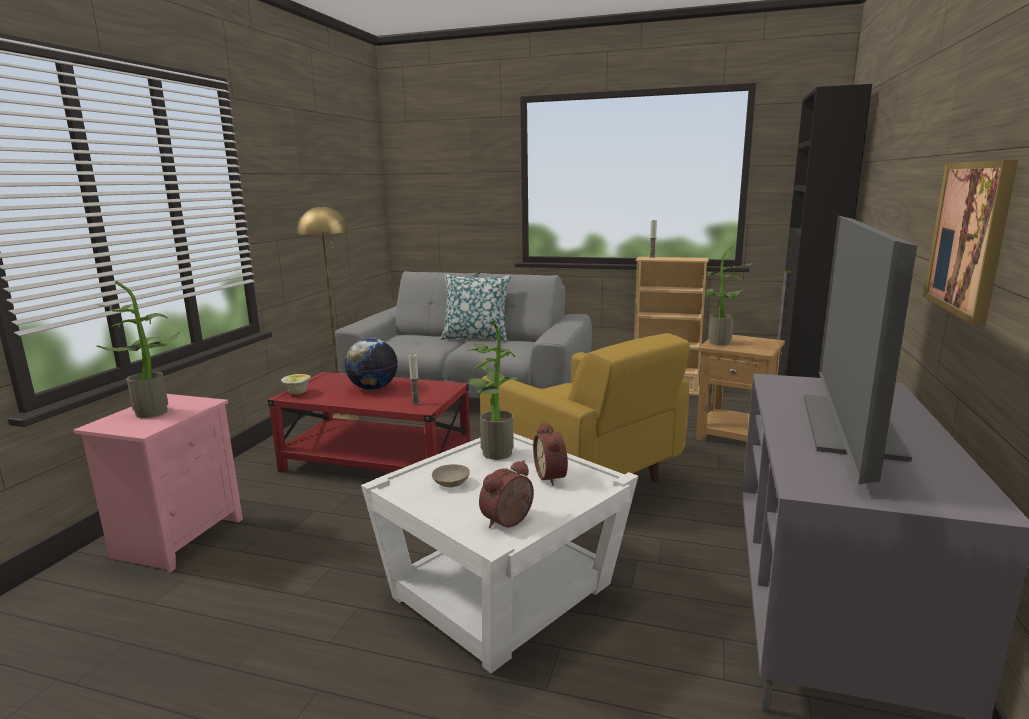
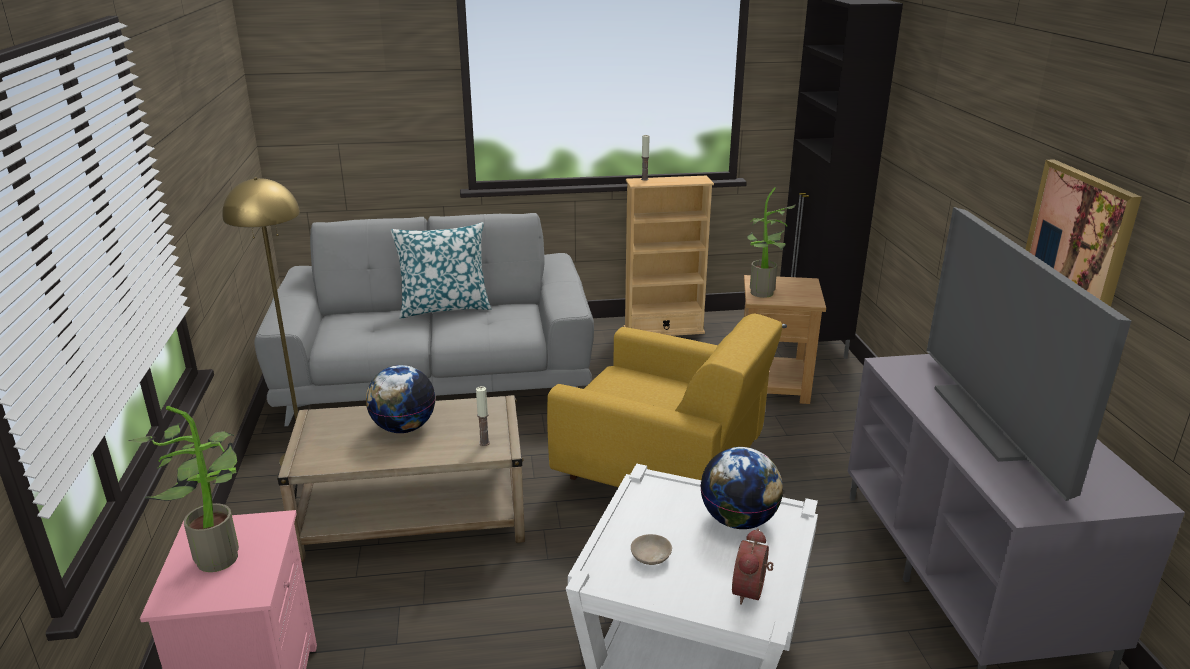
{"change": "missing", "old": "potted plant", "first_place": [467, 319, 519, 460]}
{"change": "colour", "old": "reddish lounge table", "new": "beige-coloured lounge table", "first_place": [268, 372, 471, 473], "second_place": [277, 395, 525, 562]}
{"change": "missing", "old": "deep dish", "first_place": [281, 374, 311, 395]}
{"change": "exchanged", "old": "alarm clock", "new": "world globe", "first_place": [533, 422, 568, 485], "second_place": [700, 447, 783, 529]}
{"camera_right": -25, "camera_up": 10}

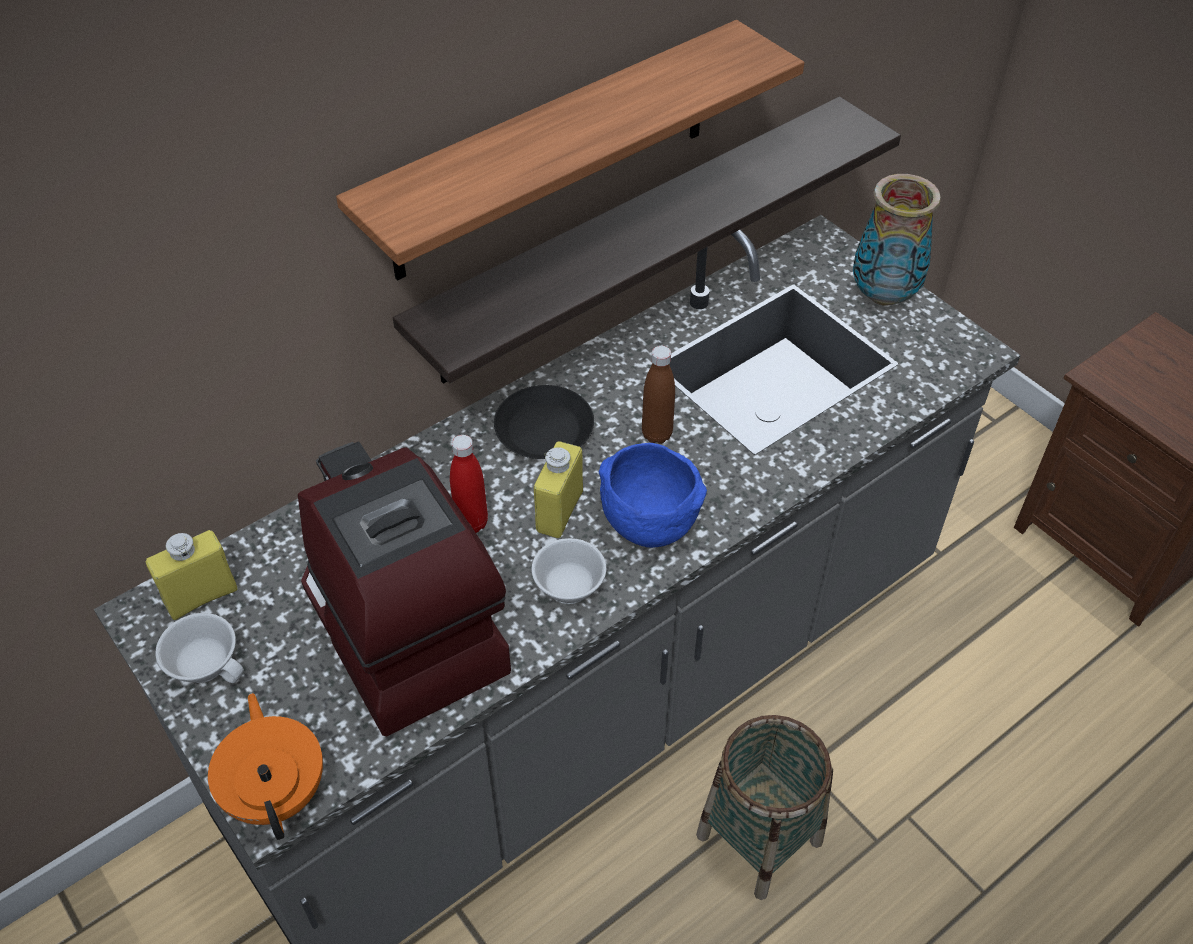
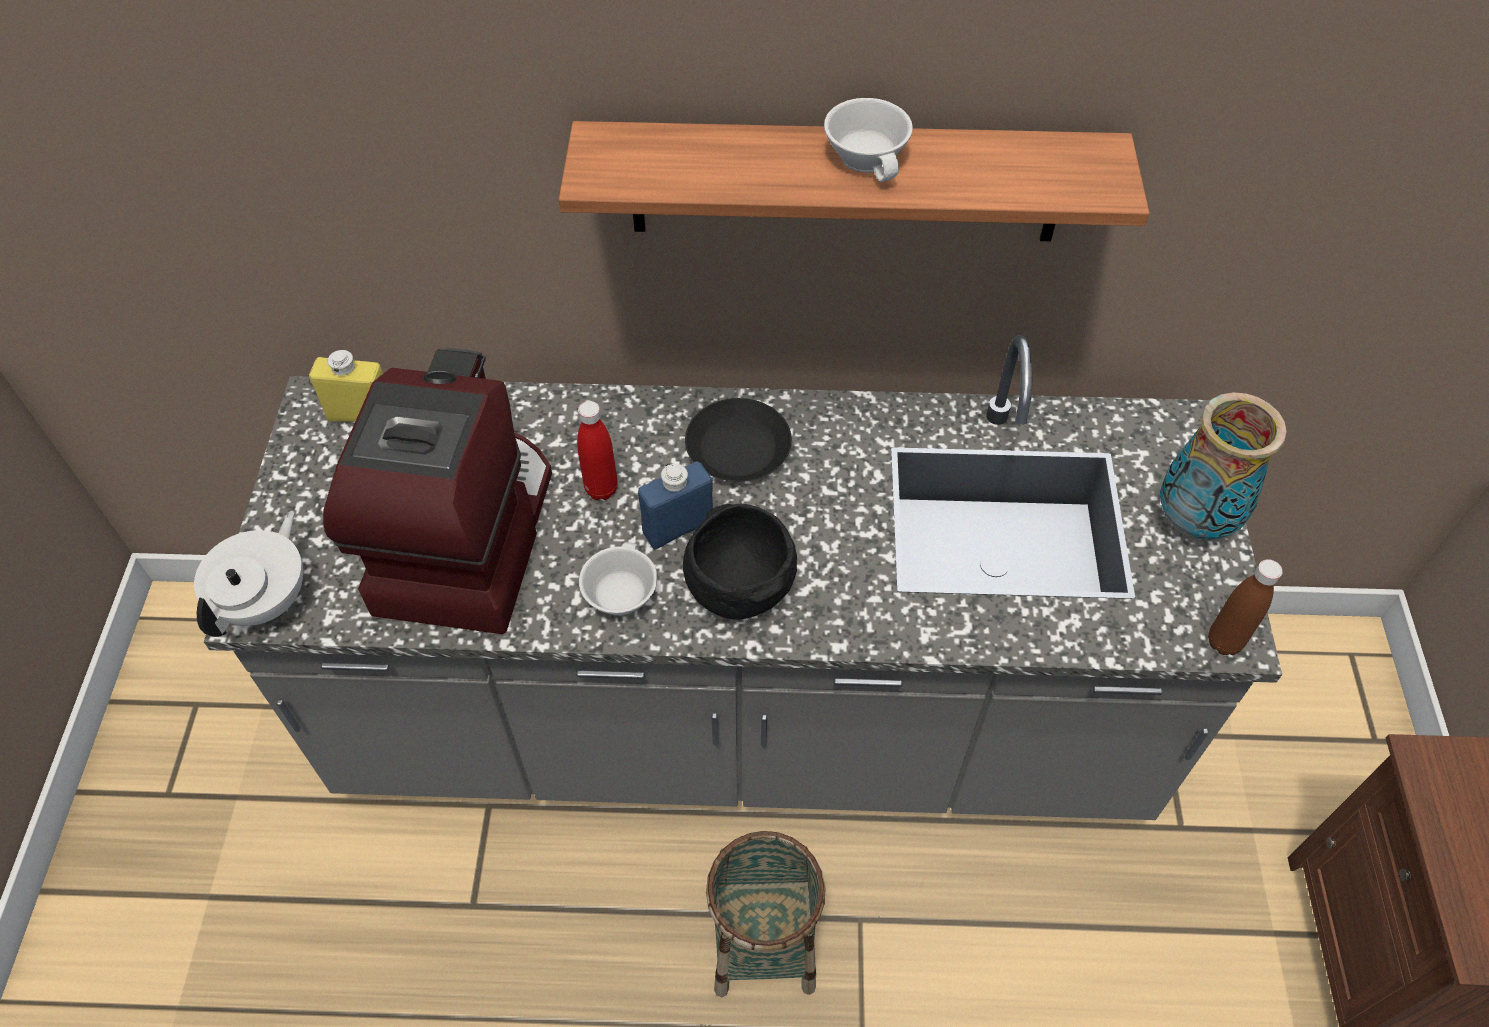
{"change": "missing", "old": "shelf", "first_place": [393, 96, 901, 384]}
{"change": "relocated", "old": "brownish drink bottle", "first_place": [642, 346, 675, 444], "second_place": [1208, 559, 1283, 655]}
{"change": "colour", "old": "yellowish drink bottle", "new": "blue drink bottle", "first_place": [534, 441, 583, 538], "second_place": [638, 461, 713, 550]}
{"change": "colour", "old": "blue deep dish", "new": "blackish deep dish", "first_place": [599, 443, 707, 548], "second_place": [683, 504, 797, 620]}
{"change": "relocated", "old": "white-coloured drinking cup", "first_place": [155, 613, 244, 683], "second_place": [824, 98, 913, 182]}
{"change": "colour", "old": "orange teapot", "new": "white-coloured teapot", "first_place": [208, 693, 323, 840], "second_place": [194, 511, 303, 637]}
{"camera_right": 40, "camera_up": 5}

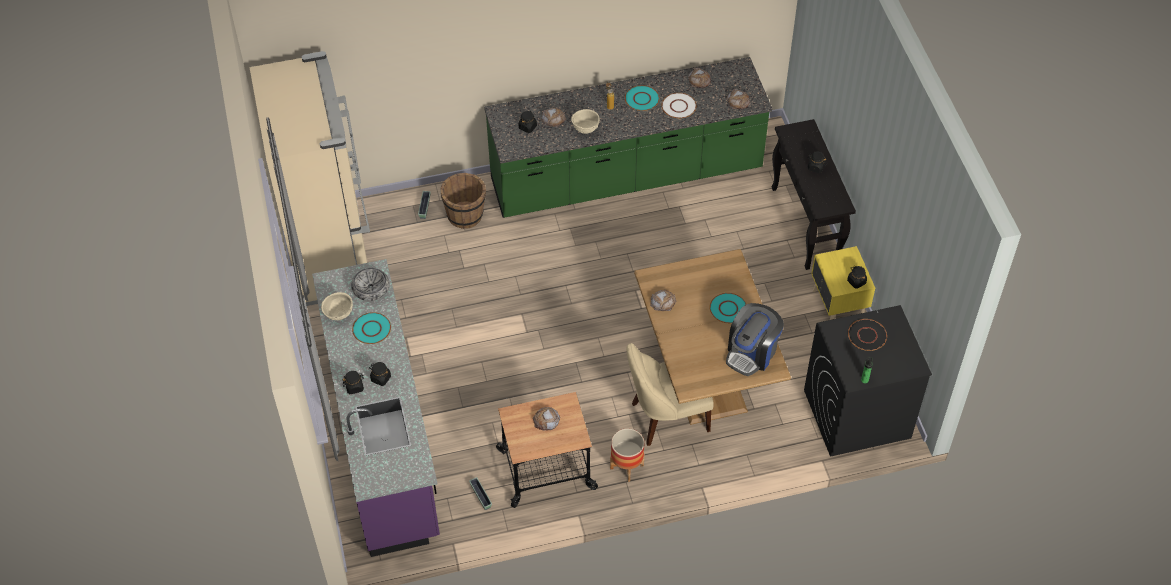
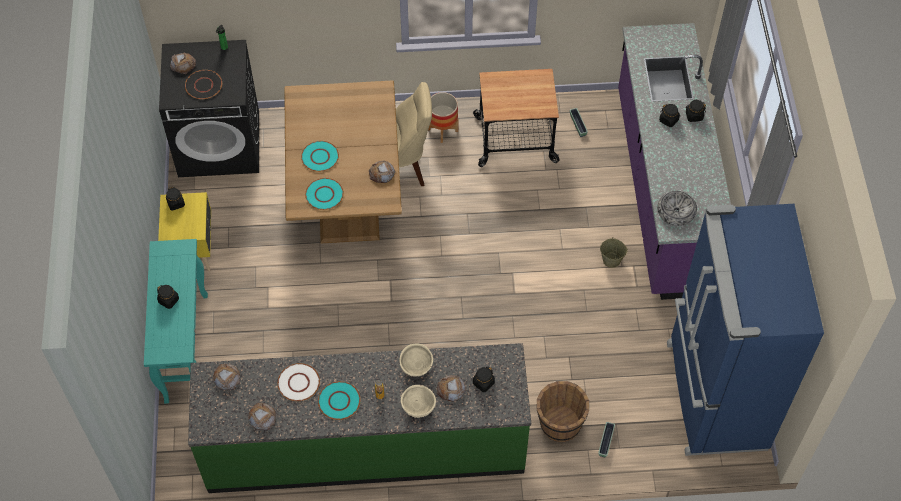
{"change": "colour", "old": "beige-coloured kitchen fridge", "new": "blue kitchen fridge", "first_place": [250, 51, 370, 306], "second_place": [667, 204, 824, 456]}
{"change": "colour", "old": "blackish hall table", "new": "blue-green hall table", "first_place": [772, 119, 856, 270], "second_place": [144, 239, 208, 404]}
{"change": "relocated", "old": "beige-coloured deep dish", "first_place": [321, 292, 353, 320], "second_place": [401, 385, 436, 418]}
{"change": "missing", "old": "coffee brewer", "first_place": [726, 303, 784, 376]}
{"change": "relocated", "old": "blue-green plate", "first_place": [352, 312, 391, 344], "second_place": [305, 178, 344, 210]}
{"change": "relocated", "old": "bread", "first_place": [533, 407, 560, 430], "second_place": [170, 53, 196, 74]}
{"change": "appeared", "new": "beige-coloured bucket", "second_place": [600, 237, 628, 268]}
{"camera_right": -170, "camera_up": 5}

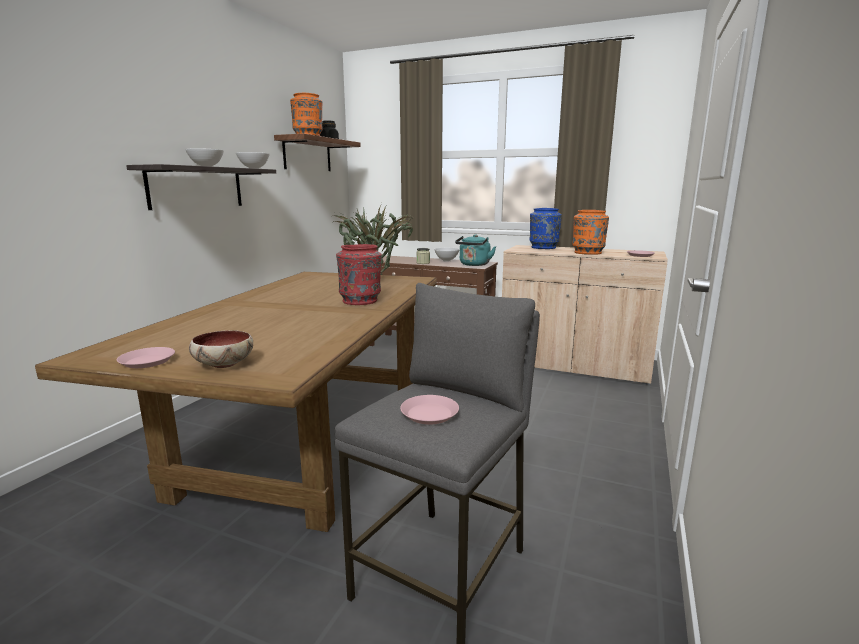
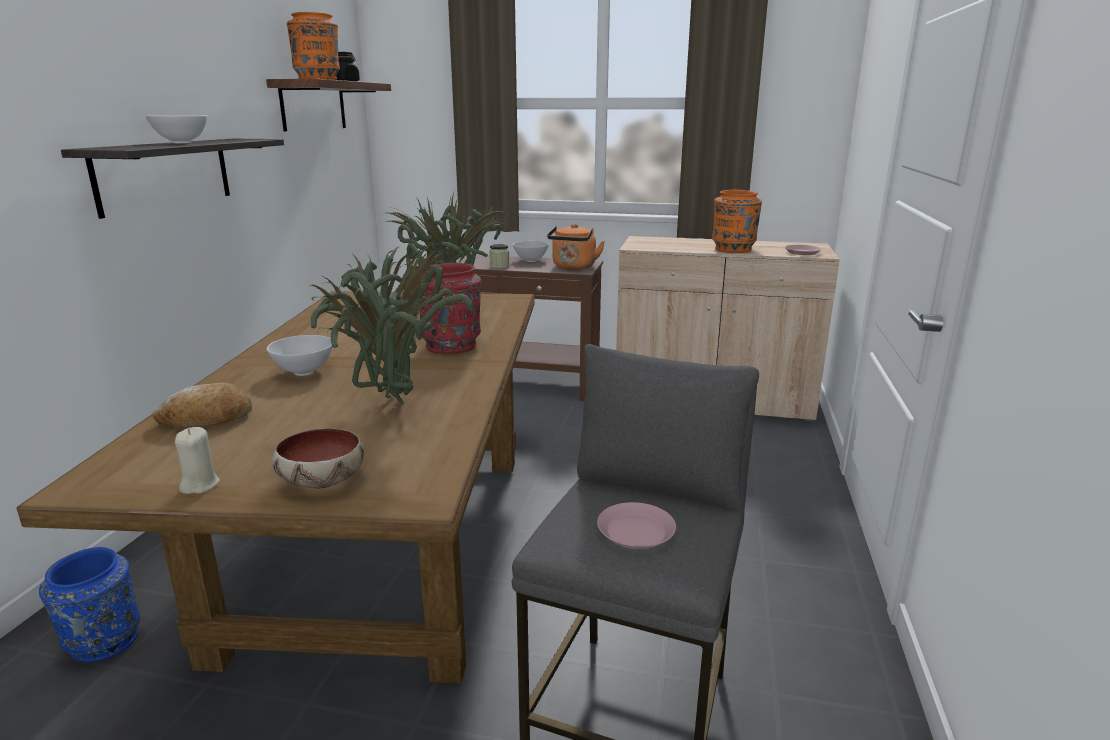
{"change": "relocated", "old": "white-coloured deep dish", "first_place": [236, 152, 270, 169], "second_place": [267, 335, 333, 376]}
{"change": "relocated", "old": "blue decorative vase", "first_place": [529, 208, 562, 249], "second_place": [39, 547, 141, 662]}
{"change": "colour", "old": "blue-green kettle", "new": "orange kettle", "first_place": [455, 234, 496, 266], "second_place": [547, 224, 605, 270]}
{"change": "exchanged", "old": "pinkish plate", "new": "beige-coloured wax light", "first_place": [117, 347, 175, 368], "second_place": [175, 427, 220, 494]}
{"change": "appeared", "new": "potted plant", "second_place": [310, 242, 474, 404]}
{"change": "appeared", "new": "bread", "second_place": [153, 382, 252, 428]}
{"camera_right": -10, "camera_up": 5}

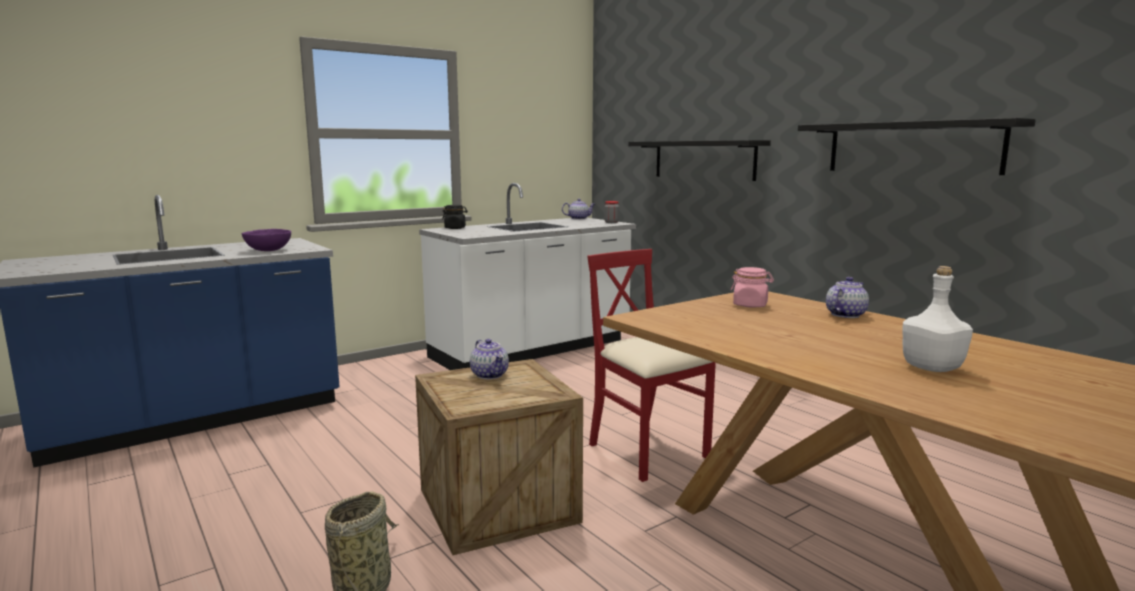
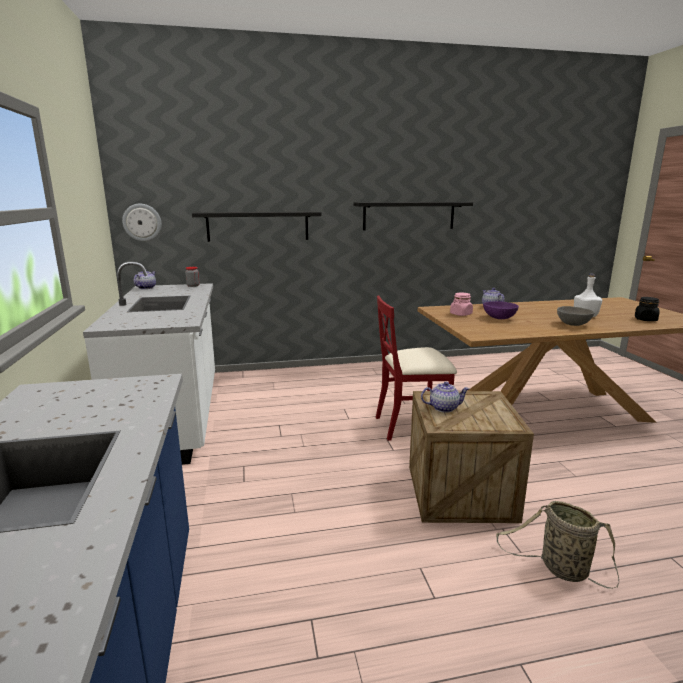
{"change": "relocated", "old": "blackish preserve jar", "first_place": [442, 205, 468, 229], "second_place": [635, 297, 659, 321]}
{"change": "relocated", "old": "purple deep dish", "first_place": [242, 229, 291, 251], "second_place": [483, 301, 519, 319]}
{"change": "appeared", "new": "wall clock", "second_place": [122, 204, 162, 241]}
{"change": "appeared", "new": "gray deep dish", "second_place": [557, 306, 594, 326]}
{"camera_right": -65, "camera_up": 5}

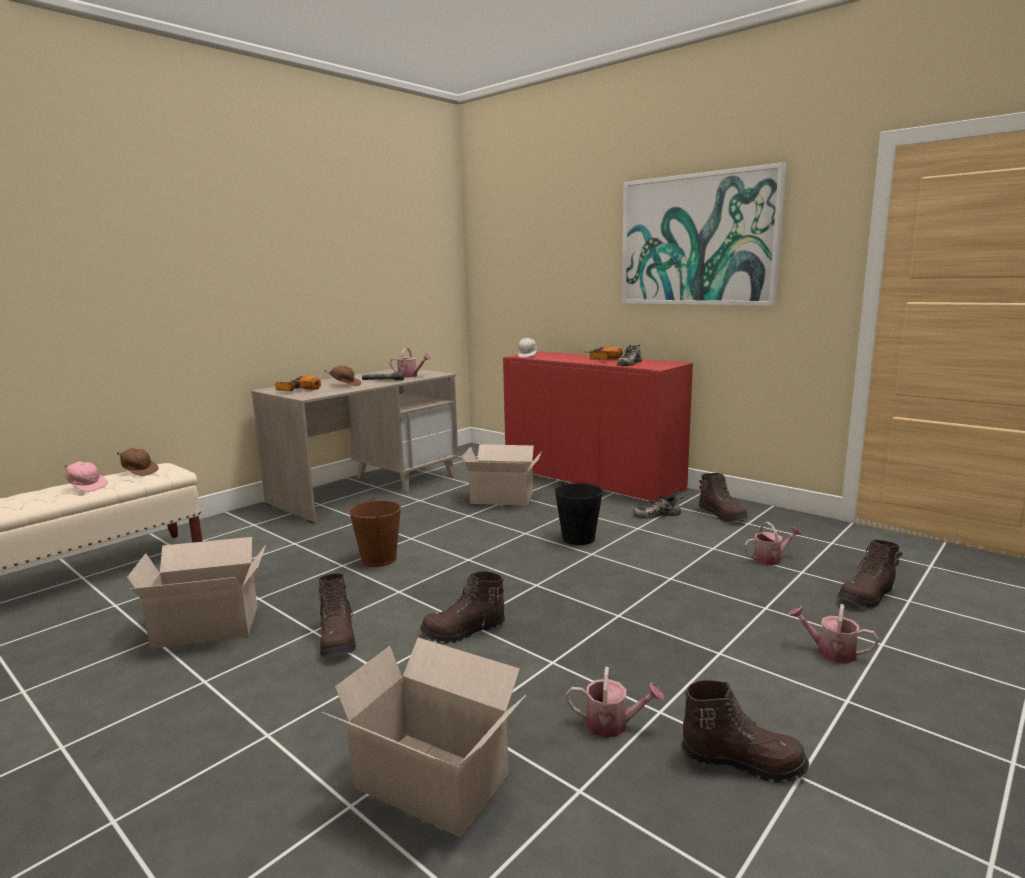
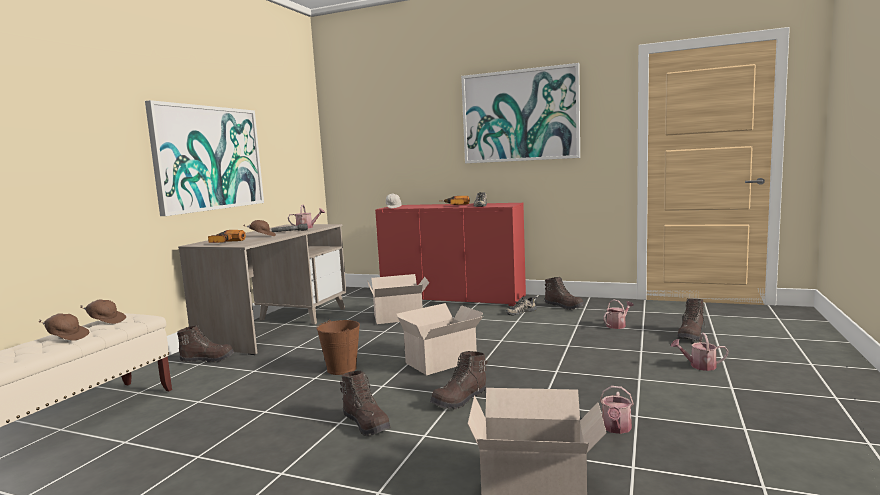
{"change": "colour", "old": "pinkish baseball cap", "new": "brownish baseball cap", "first_place": [64, 461, 108, 492], "second_place": [38, 313, 90, 340]}
{"change": "missing", "old": "blackish bucket", "first_place": [555, 482, 603, 545]}
{"change": "relocated", "old": "packing box", "first_place": [127, 537, 266, 649], "second_place": [397, 303, 483, 375]}
{"change": "spun", "old": "watering can", "first_place": [566, 667, 664, 738], "second_place": [600, 386, 634, 434], "degrees": 120}
{"change": "relocated", "old": "brownish tall boot", "first_place": [681, 680, 809, 783], "second_place": [177, 325, 234, 363]}
{"change": "appeared", "new": "wall picture", "second_place": [145, 100, 264, 216]}
{"camera_right": -20, "camera_up": -5}

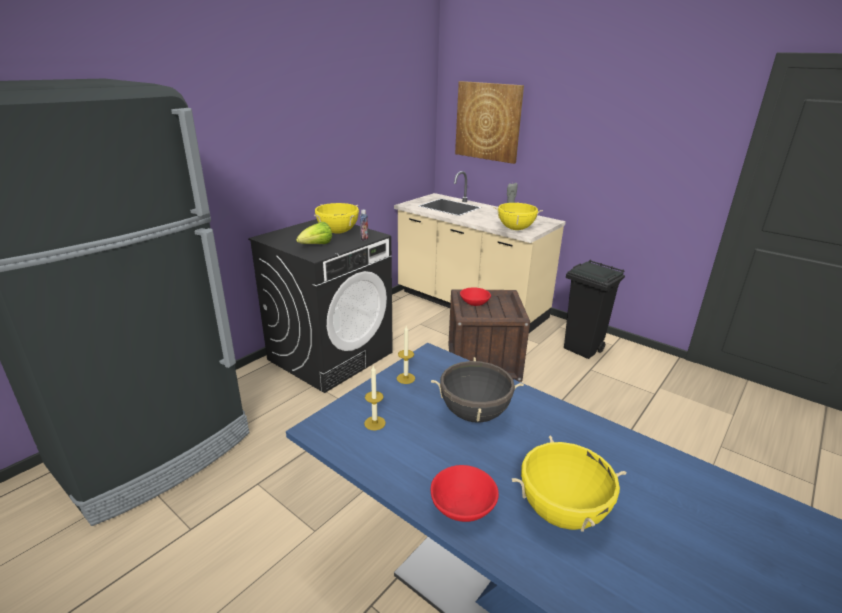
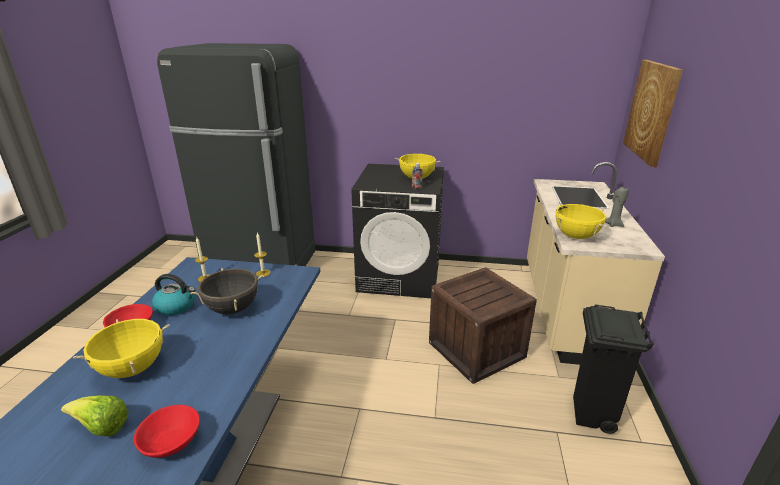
{"change": "relocated", "old": "lettuce head", "first_place": [296, 222, 332, 244], "second_place": [61, 395, 129, 437]}
{"change": "relocated", "old": "reddish deep dish", "first_place": [460, 287, 491, 306], "second_place": [134, 405, 200, 458]}
{"change": "appeared", "new": "kettle", "second_place": [152, 274, 195, 315]}
{"camera_right": 60, "camera_up": 0}

